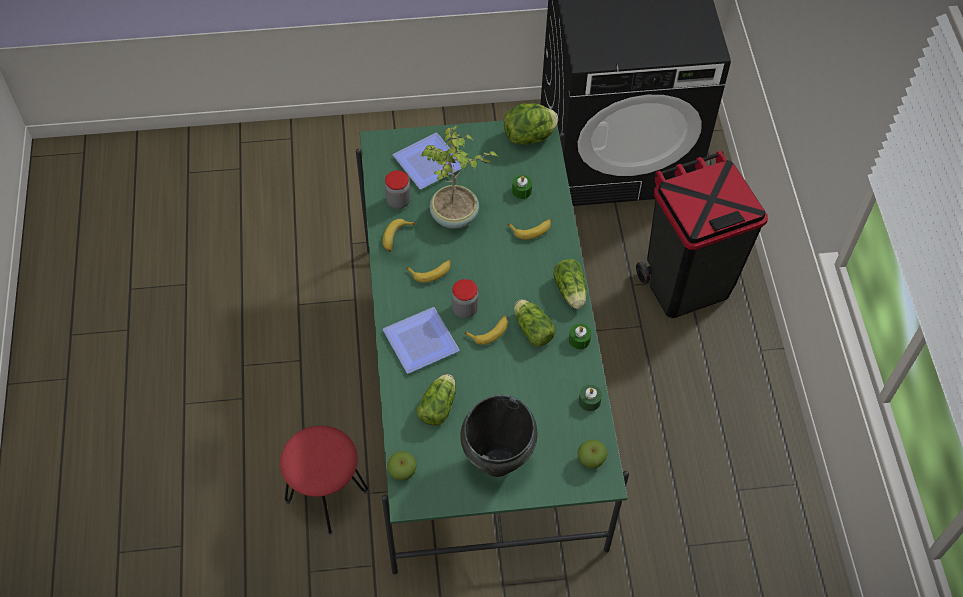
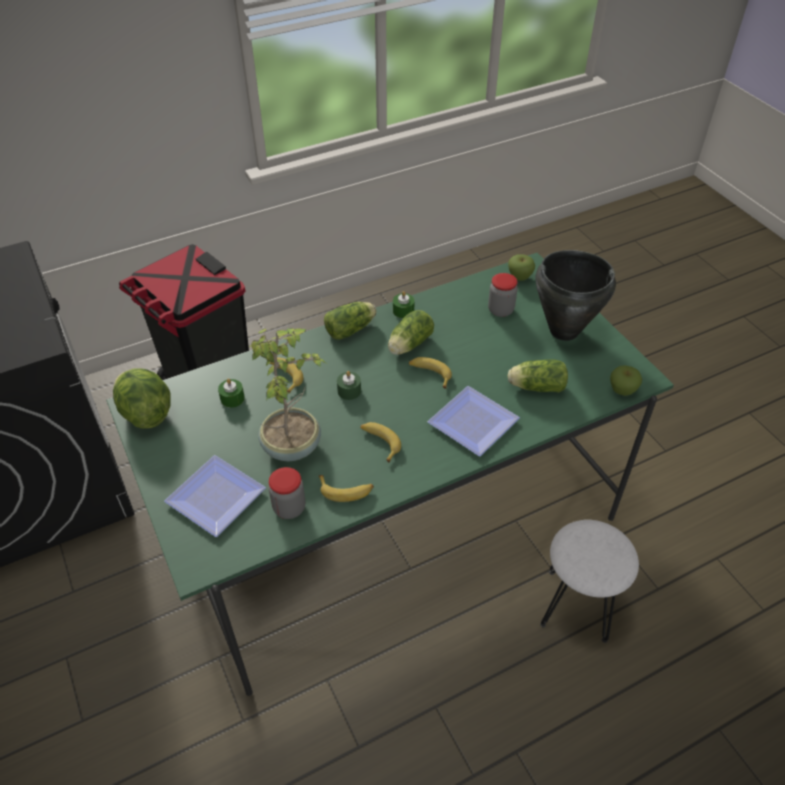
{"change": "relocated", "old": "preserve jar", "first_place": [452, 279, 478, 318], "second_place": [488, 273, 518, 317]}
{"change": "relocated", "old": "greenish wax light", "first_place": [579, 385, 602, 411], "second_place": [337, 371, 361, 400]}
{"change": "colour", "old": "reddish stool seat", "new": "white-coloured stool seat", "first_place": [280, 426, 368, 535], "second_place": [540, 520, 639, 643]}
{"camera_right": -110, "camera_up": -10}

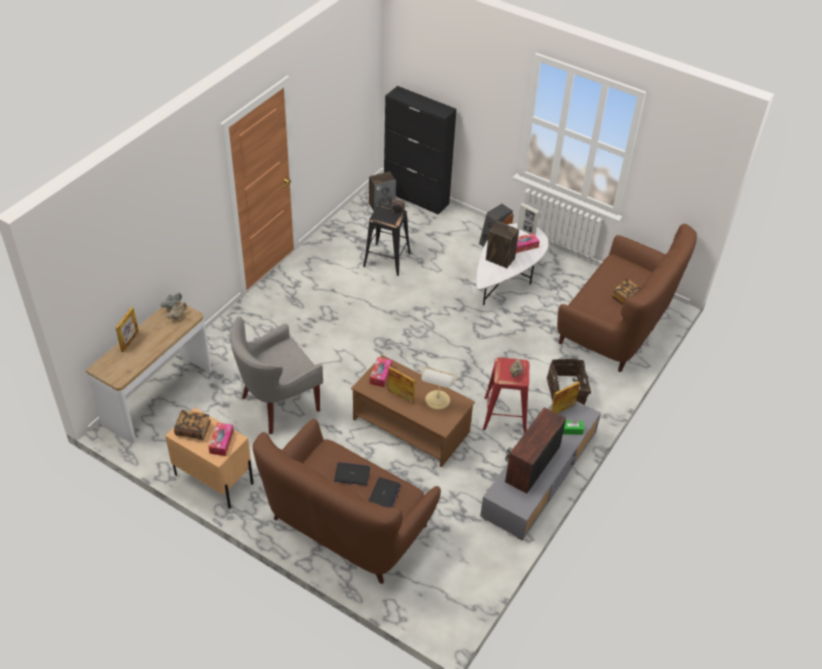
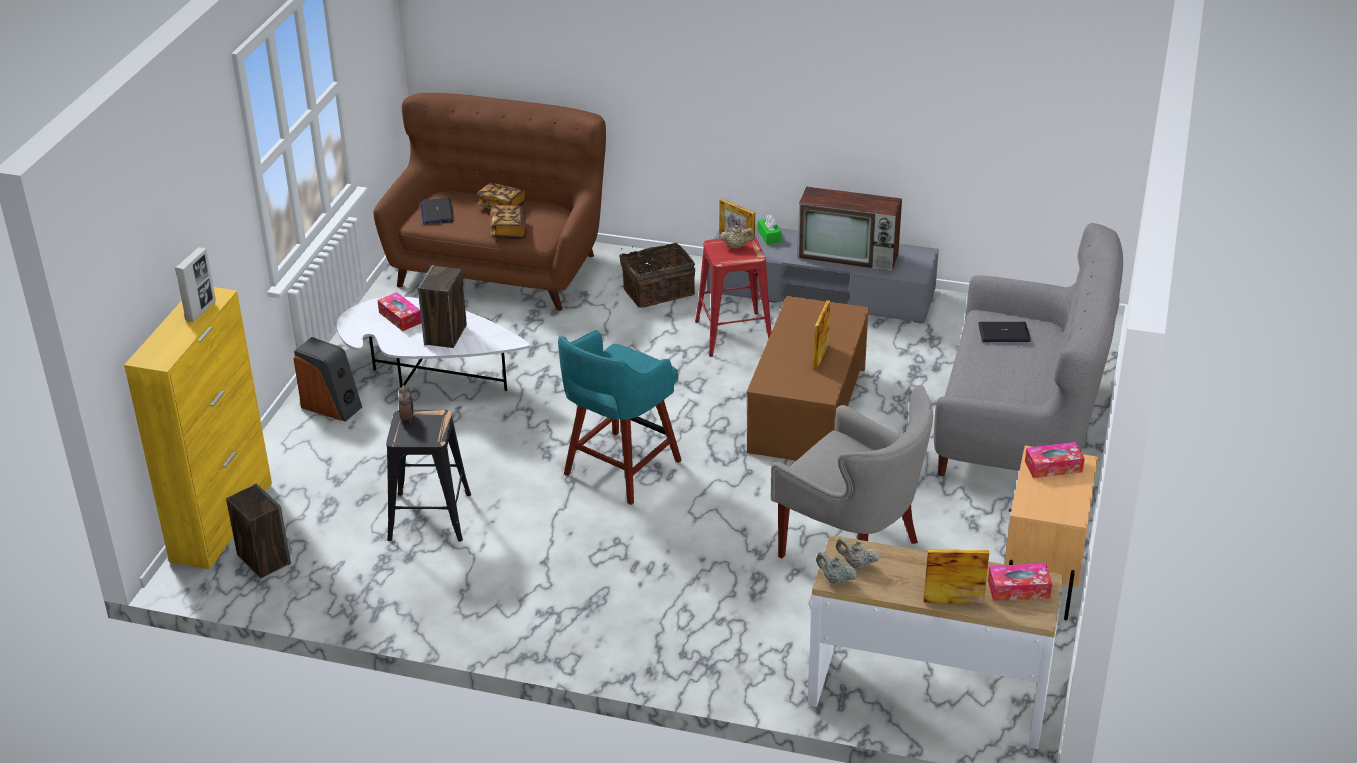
{"change": "colour", "old": "blackish cupboard", "new": "yellowish cupboard", "first_place": [384, 86, 457, 215], "second_place": [124, 287, 272, 570]}
{"change": "relocated", "old": "standing frame", "first_place": [517, 203, 540, 234], "second_place": [175, 247, 216, 322]}
{"change": "relocated", "old": "box of tissues", "first_place": [370, 357, 392, 387], "second_place": [988, 564, 1052, 601]}
{"change": "missing", "old": "table lamp", "first_place": [421, 367, 457, 410]}
{"change": "relocated", "old": "volume", "first_place": [174, 410, 211, 440], "second_place": [490, 205, 527, 239]}
{"change": "colour", "old": "brownish couch", "new": "gray couch", "first_place": [253, 419, 441, 584], "second_place": [934, 223, 1123, 476]}
{"change": "relocated", "old": "portable computer", "first_place": [334, 462, 370, 485], "second_place": [420, 197, 454, 225]}
{"change": "appeared", "new": "blue-green stool seat", "second_place": [558, 330, 682, 505]}
{"camera_right": -105, "camera_up": -10}

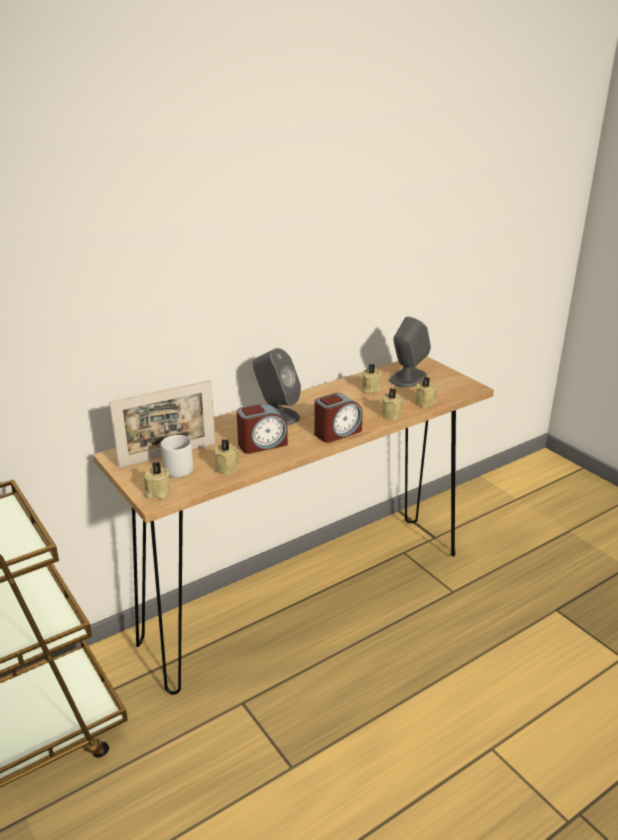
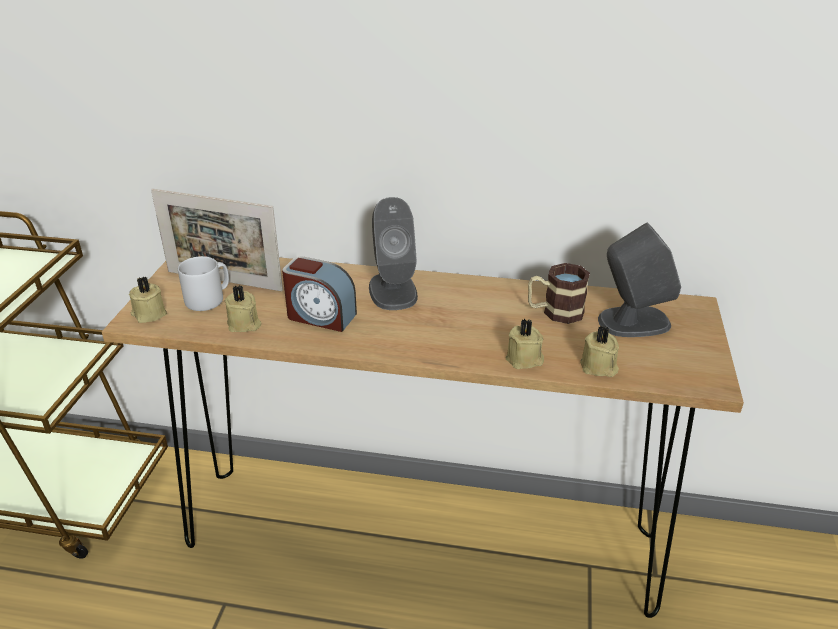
{"change": "exchanged", "old": "beige-coloured wax light", "new": "mug", "first_place": [361, 364, 381, 394], "second_place": [528, 263, 590, 324]}
{"change": "missing", "old": "alarm clock", "first_place": [314, 393, 363, 443]}
{"camera_right": 45, "camera_up": 5}

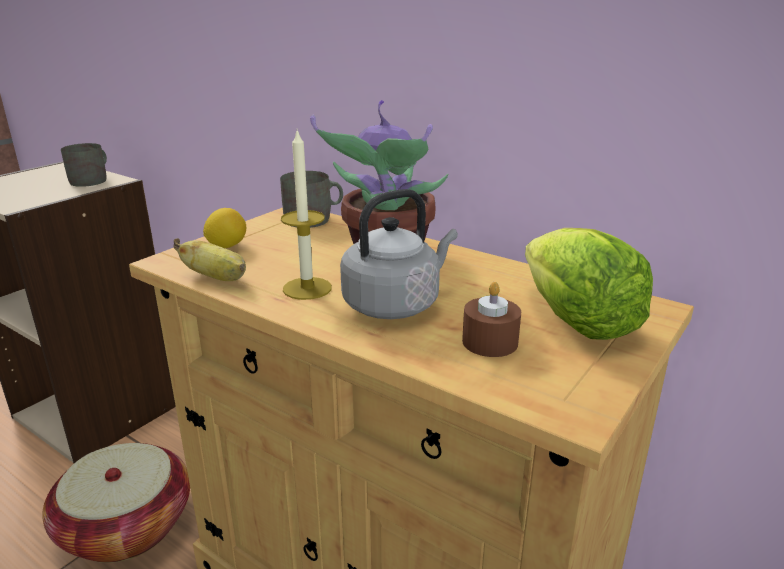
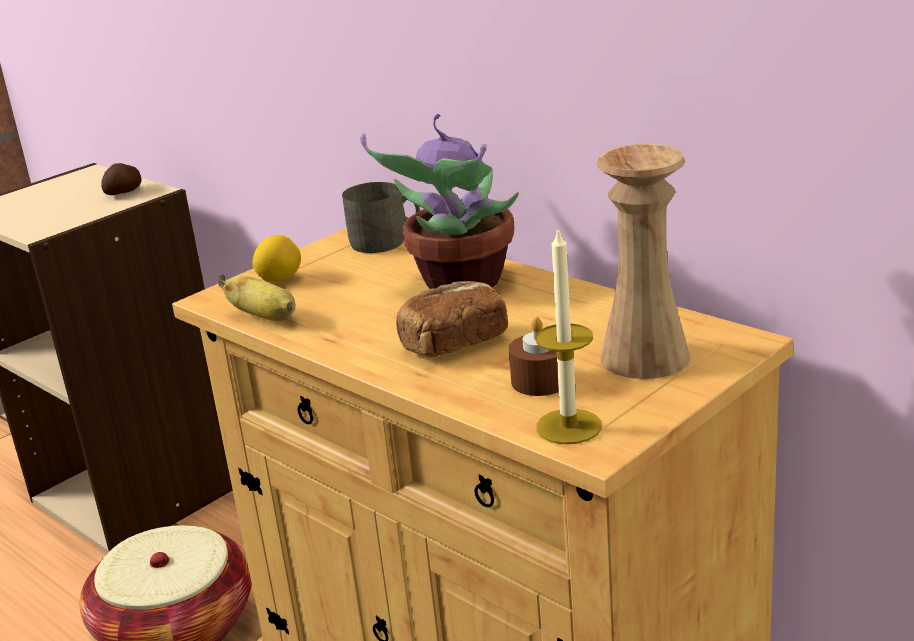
{"change": "relocated", "old": "wax light", "first_place": [281, 129, 332, 300], "second_place": [535, 228, 602, 444]}
{"change": "exchanged", "old": "gray mug", "new": "whole potato", "first_place": [61, 143, 107, 187], "second_place": [101, 163, 142, 195]}
{"change": "exchanged", "old": "gray kettle", "new": "bread", "first_place": [340, 189, 458, 319], "second_place": [396, 281, 508, 357]}
{"change": "exchanged", "old": "lettuce head", "new": "beige-coloured decorative vase", "first_place": [525, 228, 653, 340], "second_place": [597, 144, 691, 379]}
{"camera_right": 10, "camera_up": 0}

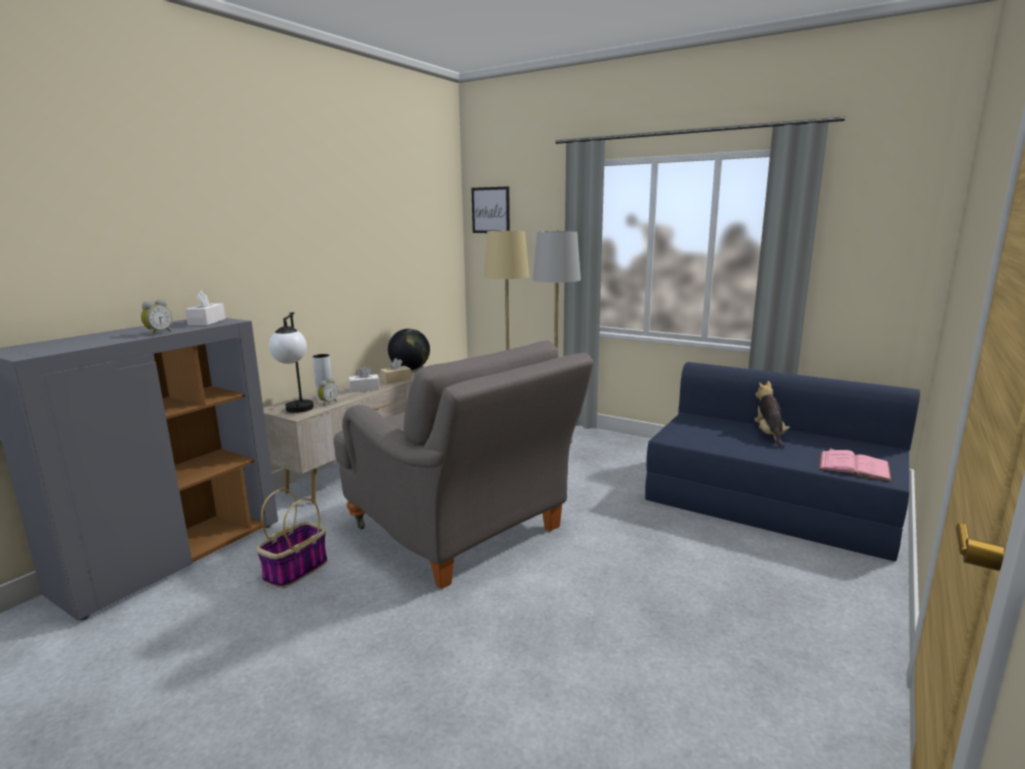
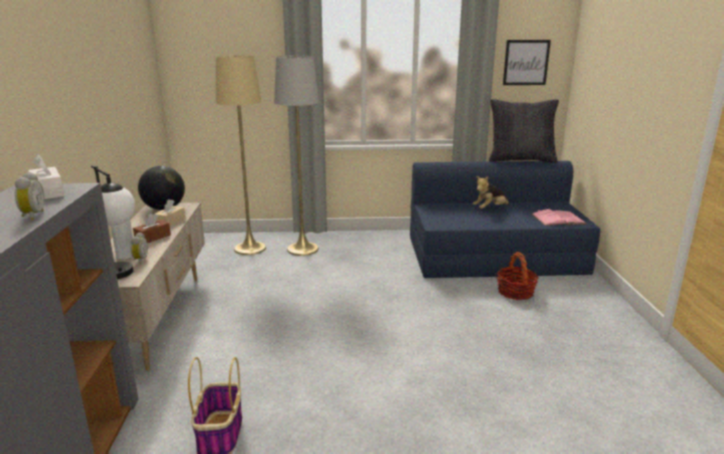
{"change": "relocated", "old": "wall picture", "first_place": [471, 186, 510, 233], "second_place": [503, 40, 551, 85]}
{"change": "missing", "old": "gray easy chair", "first_place": [334, 340, 594, 589]}
{"change": "colour", "old": "white-coloured box of tissues", "new": "brownish box of tissues", "first_place": [349, 366, 379, 393], "second_place": [133, 213, 171, 243]}
{"change": "spun", "old": "soft toy", "first_place": [754, 381, 790, 449], "second_place": [473, 176, 510, 209], "degrees": -90}
{"change": "appeared", "new": "blackish cushion", "second_place": [489, 99, 559, 163]}
{"change": "appeared", "new": "storage basket", "second_place": [497, 252, 539, 300]}
{"camera_right": -35, "camera_up": 5}

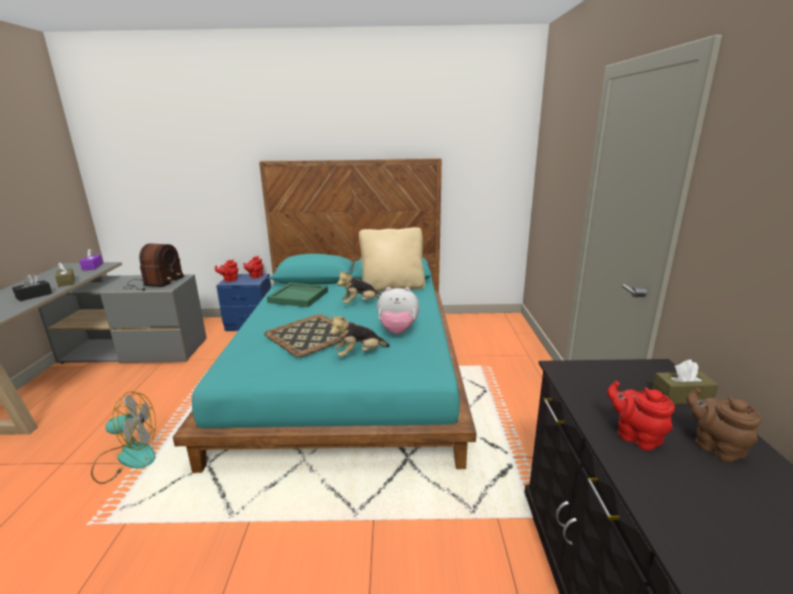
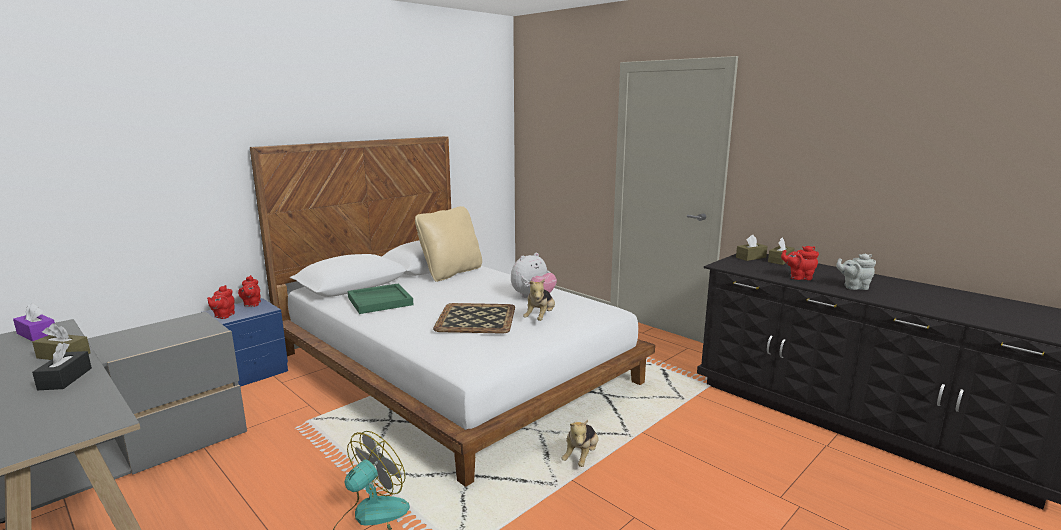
{"change": "colour", "old": "blue-green bedroom bed", "new": "white-coloured bedroom bed", "first_place": [173, 158, 476, 473], "second_place": [250, 136, 655, 487]}
{"change": "missing", "old": "radio receiver", "first_place": [123, 243, 184, 291]}
{"change": "relocated", "old": "soft toy", "first_place": [337, 271, 381, 304], "second_place": [562, 420, 599, 467]}
{"change": "missing", "old": "brownish teapot", "first_place": [686, 388, 762, 462]}
{"change": "appeared", "new": "brownish box of tissues", "second_place": [736, 235, 768, 261]}
{"change": "appeared", "new": "gray teapot", "second_place": [836, 254, 876, 290]}
{"camera_right": -45, "camera_up": -5}

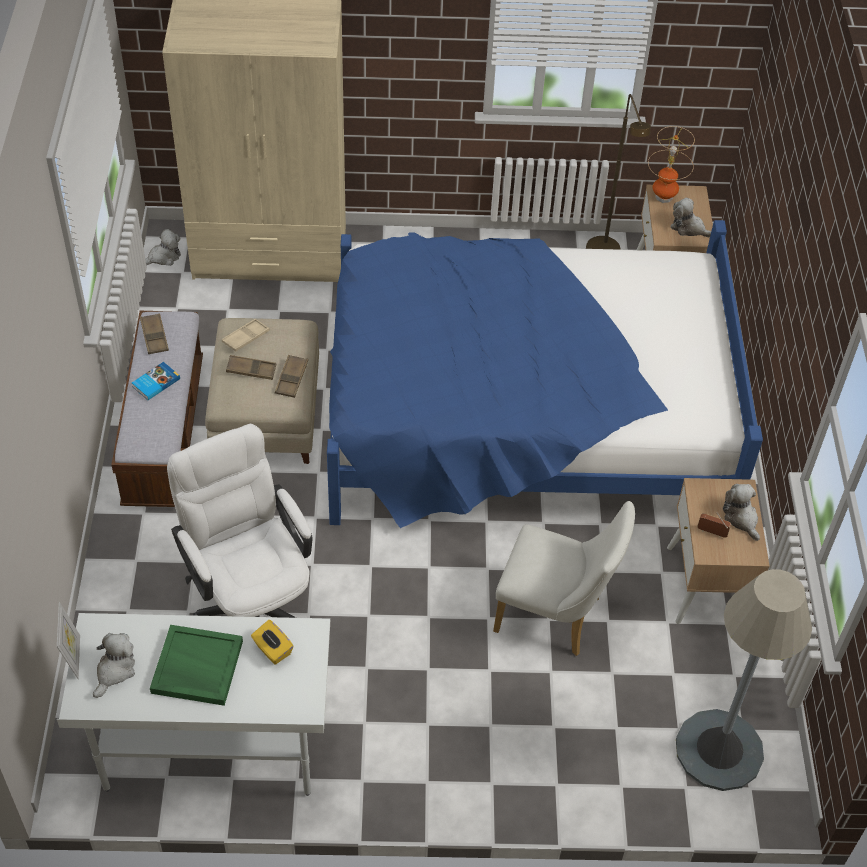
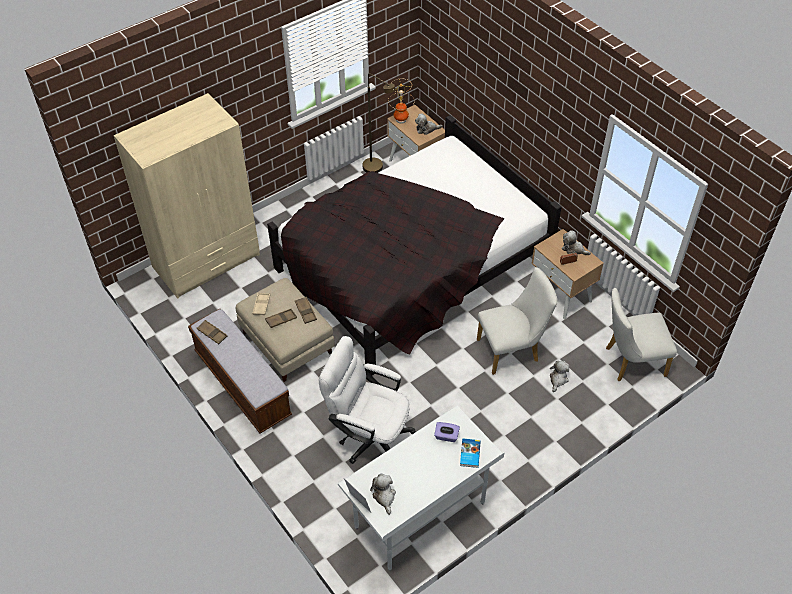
{"change": "colour", "old": "blue bedroom bed", "new": "blackish bedroom bed", "first_place": [327, 220, 763, 528], "second_place": [267, 115, 561, 375]}
{"change": "relocated", "old": "soft toy", "first_place": [145, 229, 181, 266], "second_place": [550, 360, 570, 392]}
{"change": "relocated", "old": "volume", "first_place": [132, 362, 180, 400], "second_place": [460, 438, 481, 468]}
{"change": "exchanged", "old": "gray standard lamp", "new": "white-coloured upright chair", "first_place": [676, 569, 812, 791], "second_place": [606, 288, 677, 381]}
{"change": "colour", "old": "yellowish box of tissues", "new": "purple box of tissues", "first_place": [251, 620, 293, 665], "second_place": [434, 422, 460, 442]}
{"change": "missing", "old": "greenish carrying tray", "first_place": [150, 625, 243, 706]}
{"camera_right": -35, "camera_up": 0}

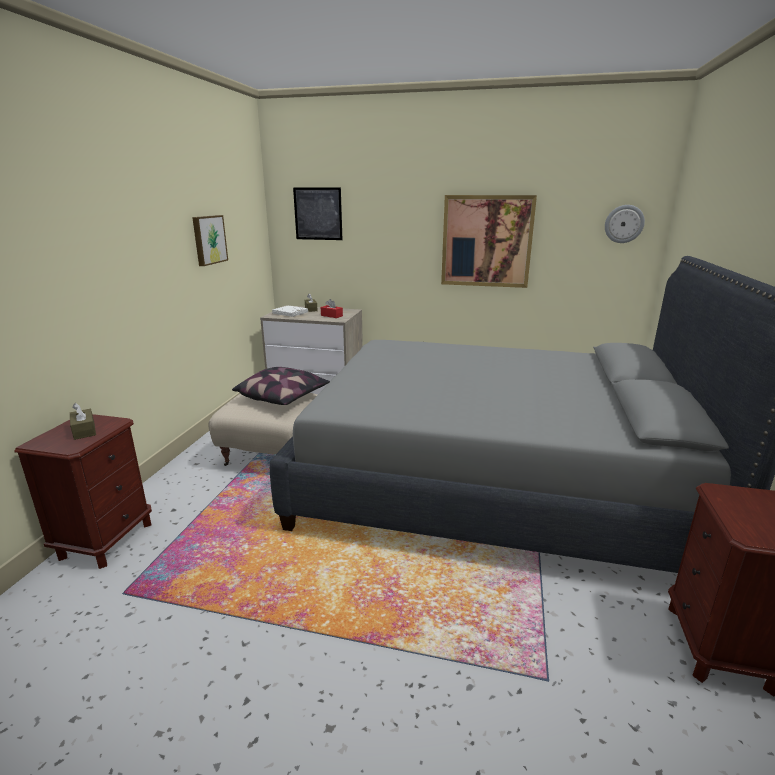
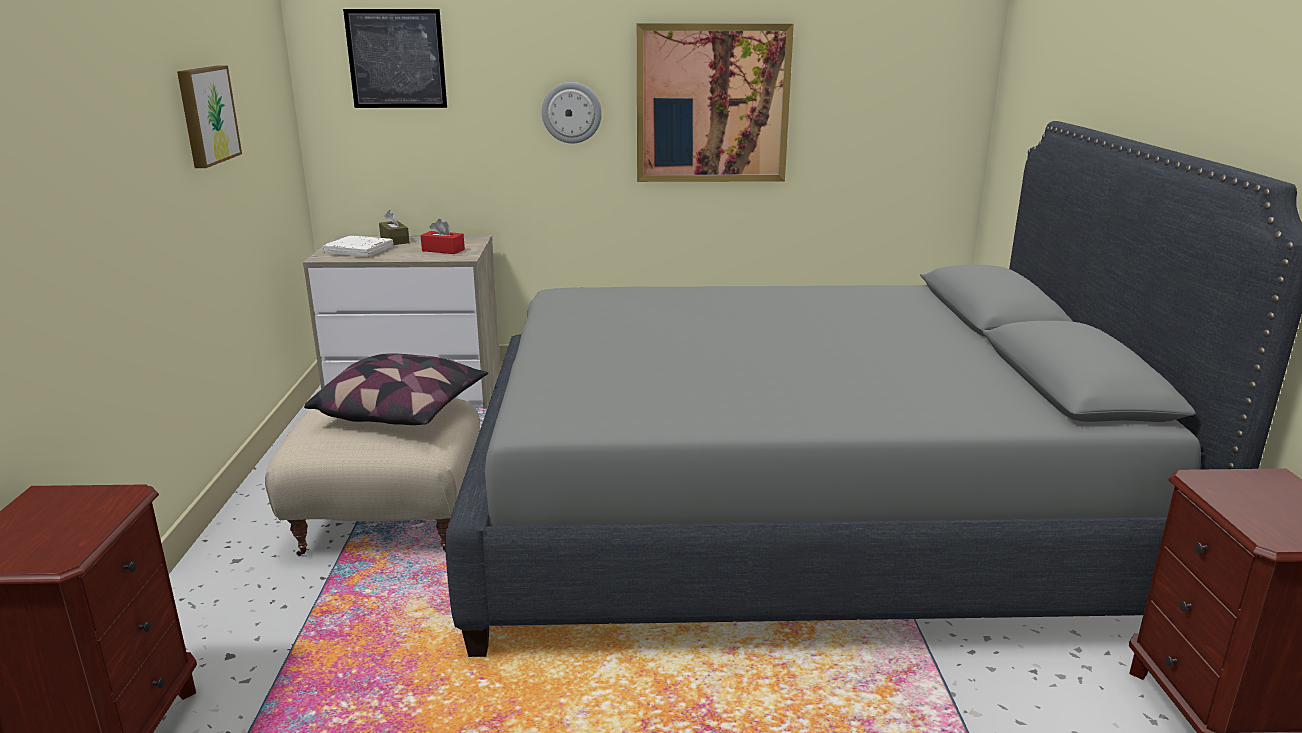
{"change": "relocated", "old": "wall clock", "first_place": [605, 205, 645, 243], "second_place": [542, 82, 602, 143]}
{"change": "missing", "old": "brownish box of tissues", "first_place": [70, 403, 96, 440]}
{"camera_right": -15, "camera_up": 0}

